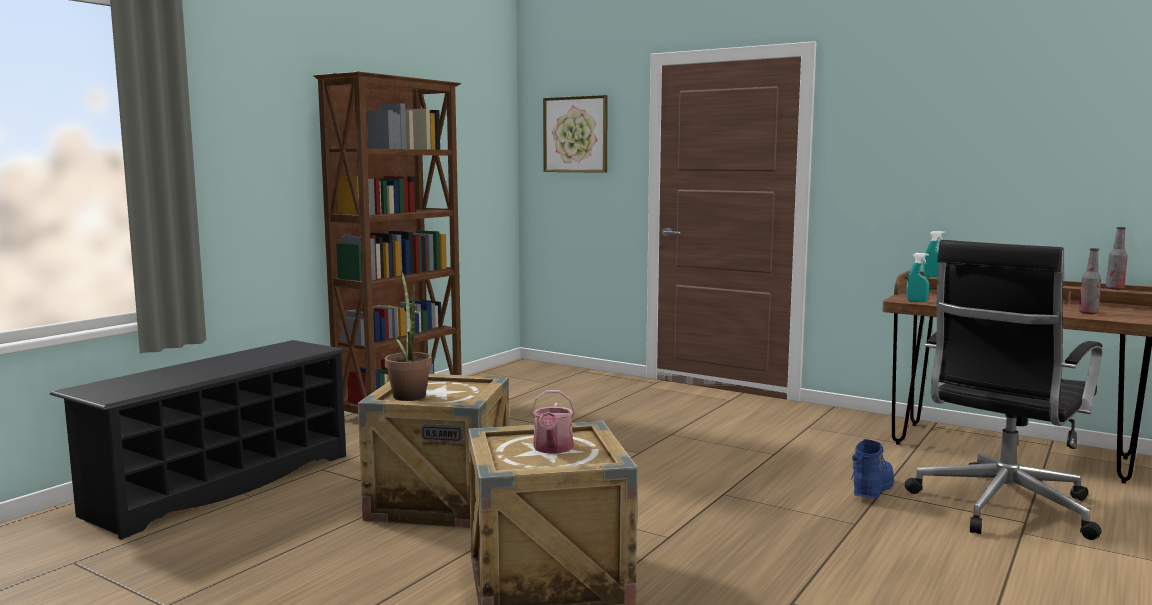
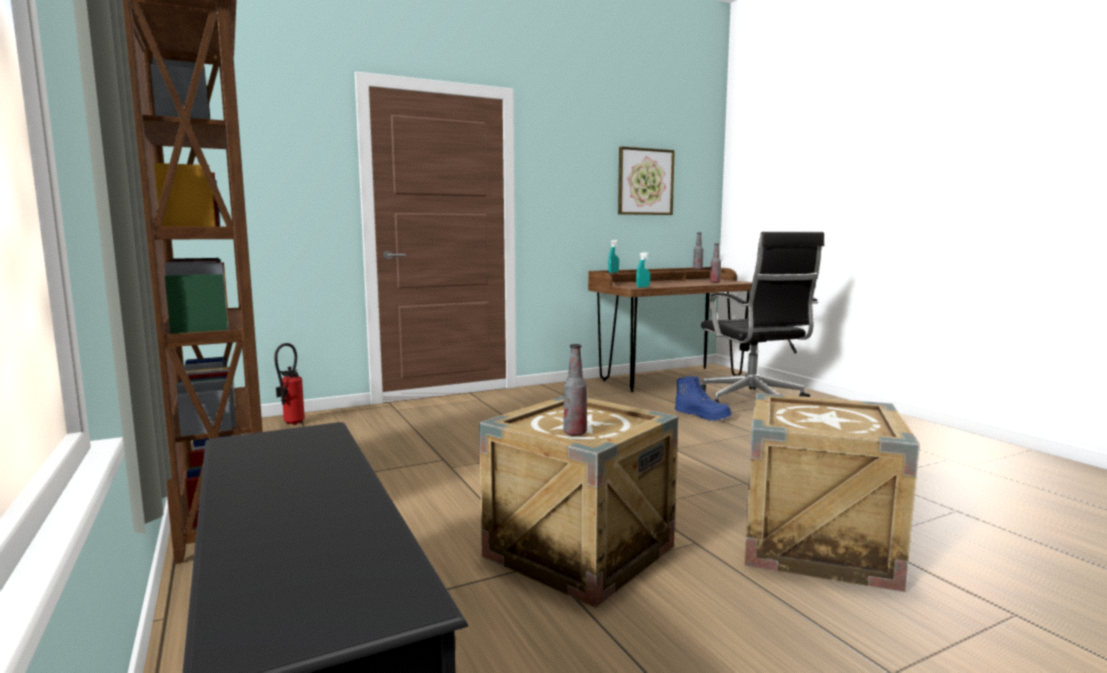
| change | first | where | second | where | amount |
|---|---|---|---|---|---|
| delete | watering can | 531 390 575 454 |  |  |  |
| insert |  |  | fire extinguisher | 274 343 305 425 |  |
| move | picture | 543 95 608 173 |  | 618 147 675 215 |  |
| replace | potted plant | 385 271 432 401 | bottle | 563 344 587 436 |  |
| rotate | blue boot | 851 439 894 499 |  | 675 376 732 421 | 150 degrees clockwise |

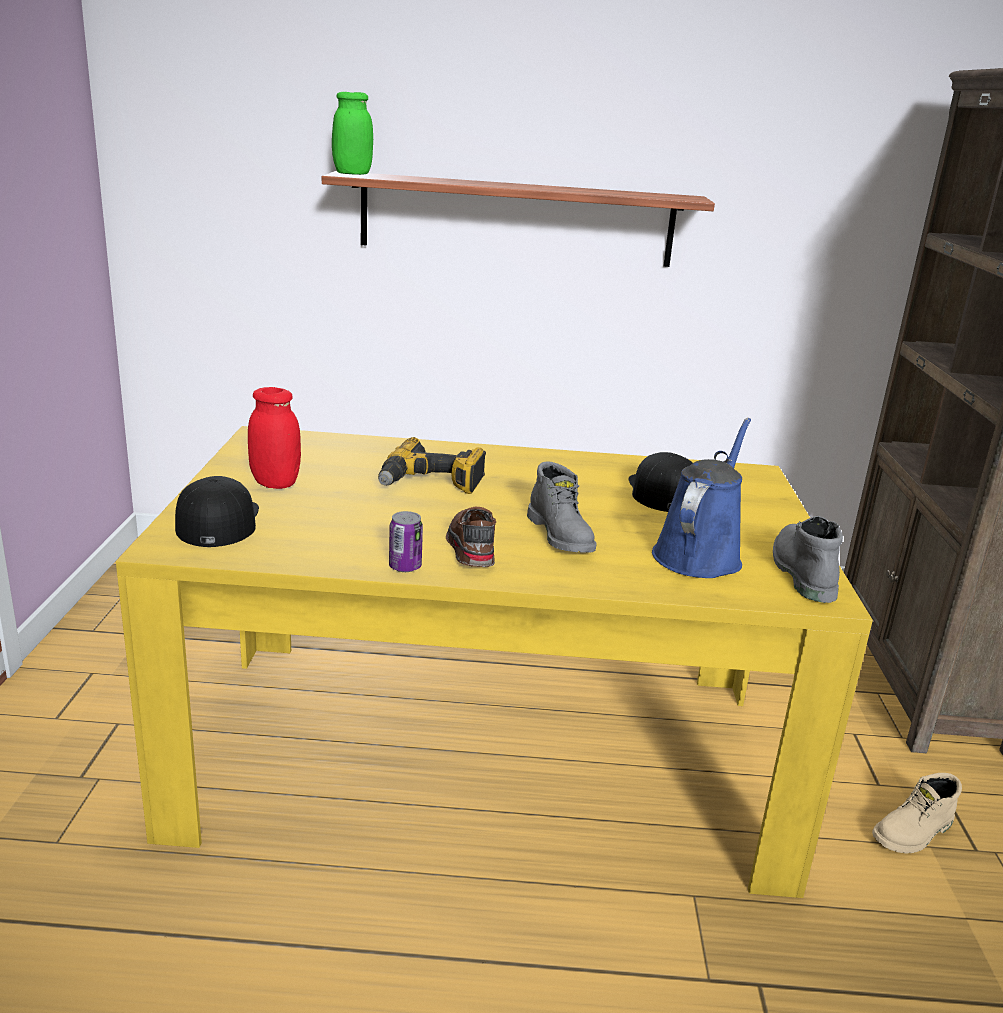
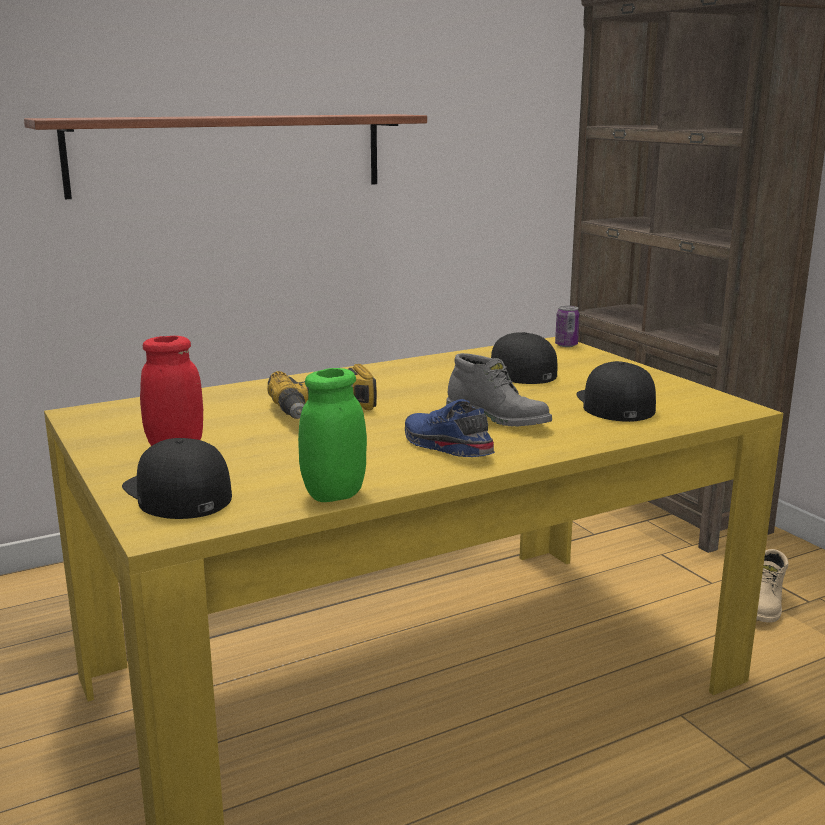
| change | first | where | second | where | amount |
|---|---|---|---|---|---|
| delete | grey boot | 773 516 843 603 |  |  |  |
| move | green jar | 332 92 373 175 |  | 298 368 367 502 |  |
| move | can | 389 511 423 572 |  | 555 306 580 347 |  |
| replace | blue watering can | 652 418 751 578 | black cap | 576 361 656 422 |  |
| recolor | brown shoe | 446 507 496 567 | blue shoe | 405 399 495 457 |  |

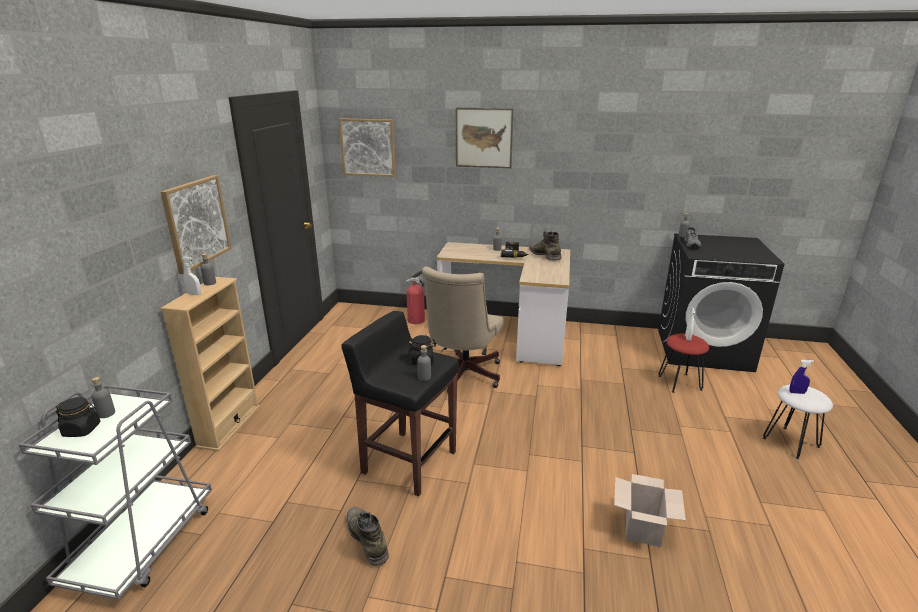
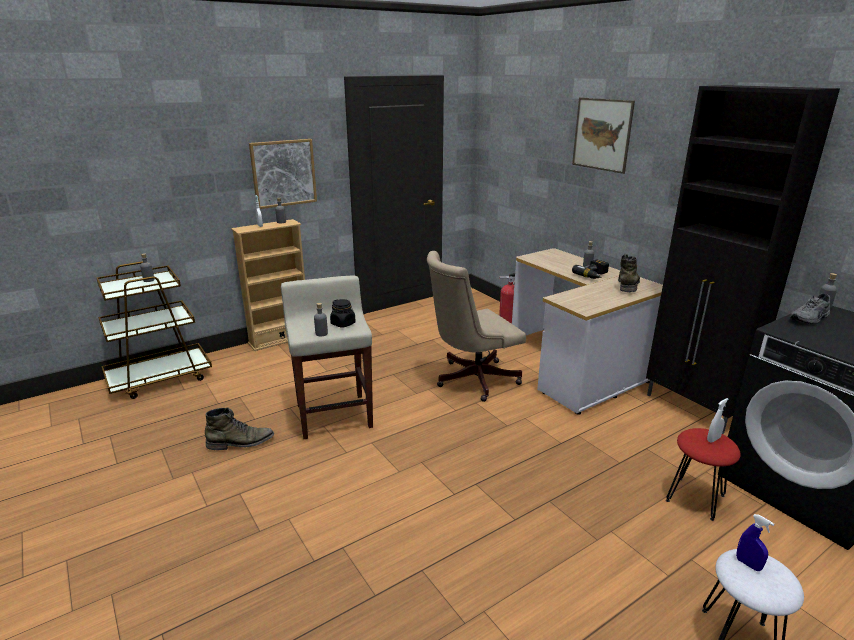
| change | first | where | second | where | amount |
|---|---|---|---|---|---|
| delete | black jar | 56 397 101 437 |  |  |  |
| delete | picture | 339 118 396 177 |  |  |  |
| delete | cardboard box | 614 474 686 547 |  |  |  |
| insert |  |  | black cabinet | 646 85 840 434 |  |
| recolor | grey cart | 18 385 212 600 | brown cart | 96 261 212 399 |  |
| recolor | black stool | 341 311 459 497 | beige stool | 281 275 373 439 |  |
| rotate | green boot | 346 507 389 566 |  | 205 407 274 450 | 60 degrees clockwise |

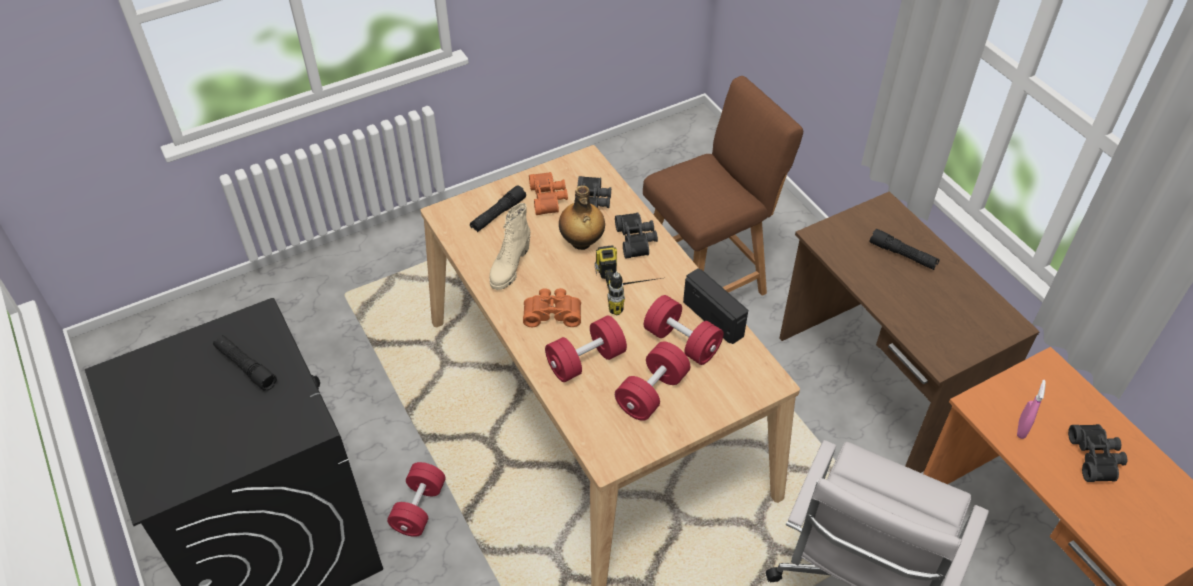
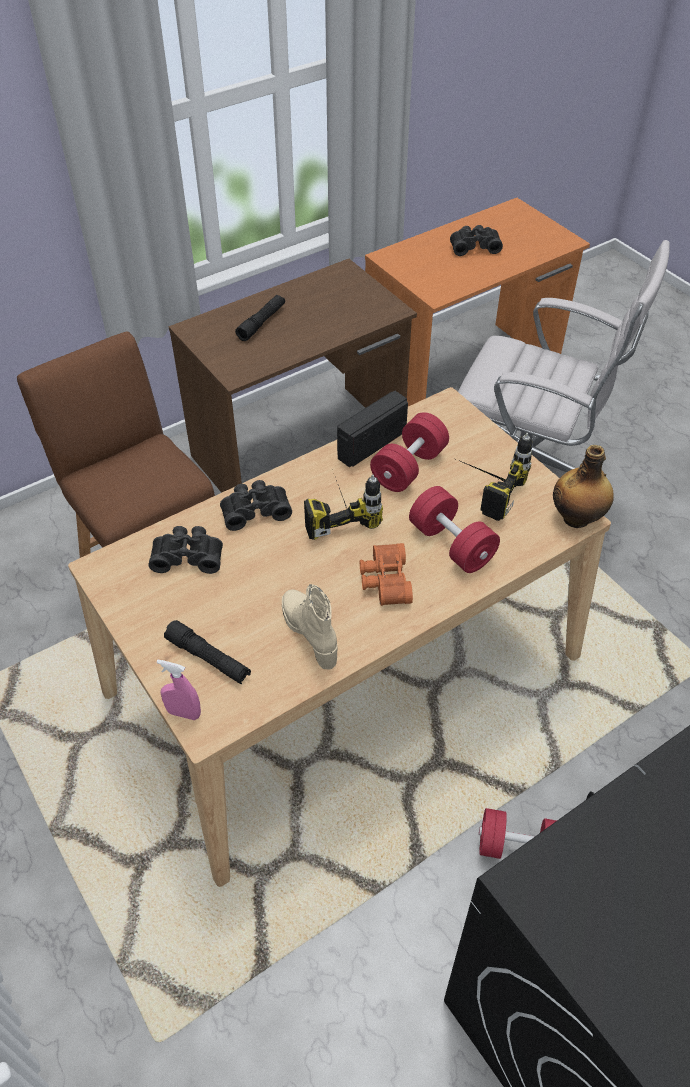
| change | first | where | second | where | amount |
|---|---|---|---|---|---|
| delete | black flashlight | 213 335 277 391 |  |  |  |
| delete | orange binoculars | 529 172 568 215 |  |  |  |
| move | bottle | 559 185 605 250 |  | 553 445 614 528 |  |
| move | pink spray bottle | 1017 380 1046 439 |  | 157 660 201 720 |  |
| replace | red dumbbell | 615 342 690 421 | power drill | 456 433 532 521 |  |
| rotate | beige boot | 489 203 530 290 |  | 282 584 337 670 | 135 degrees counterclockwise |

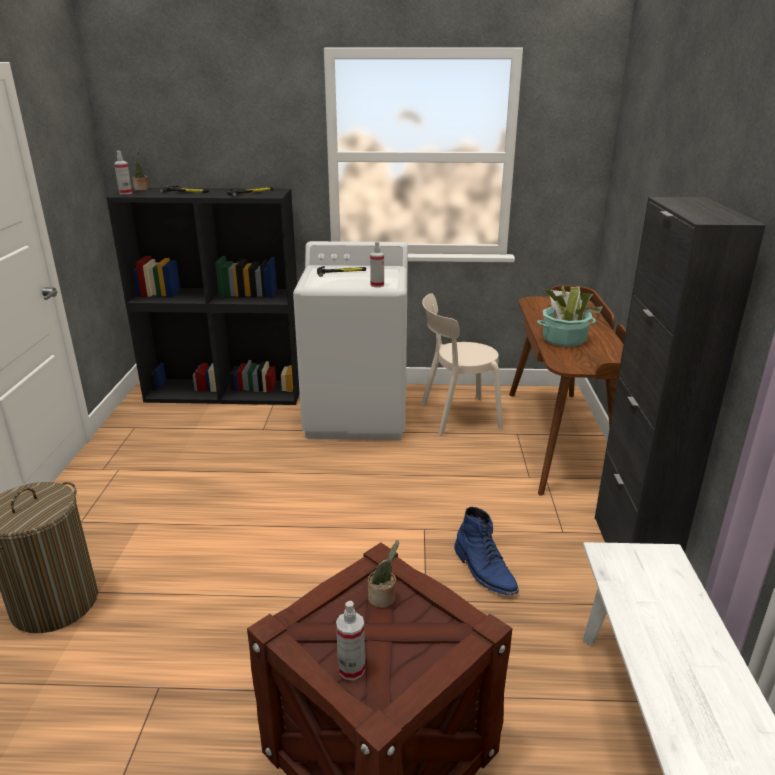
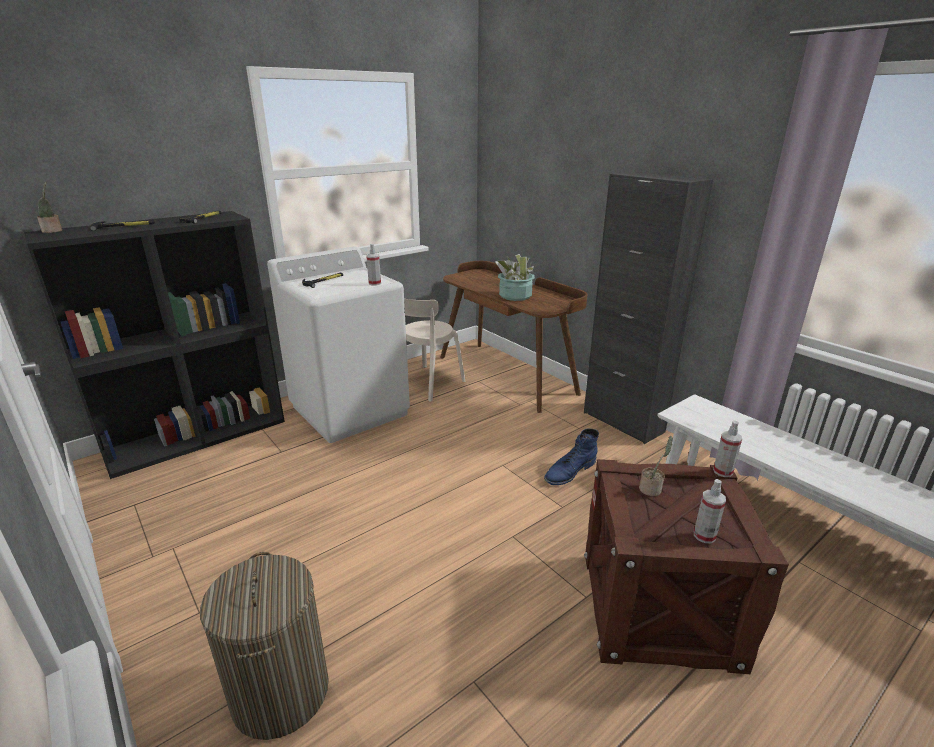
| change | first | where | second | where | amount |
|---|---|---|---|---|---|
| move | spray bottle | 114 151 132 195 |  | 713 421 742 477 |  |
| rotate | blue boot | 454 507 519 595 |  | 544 429 599 485 | 120 degrees clockwise |

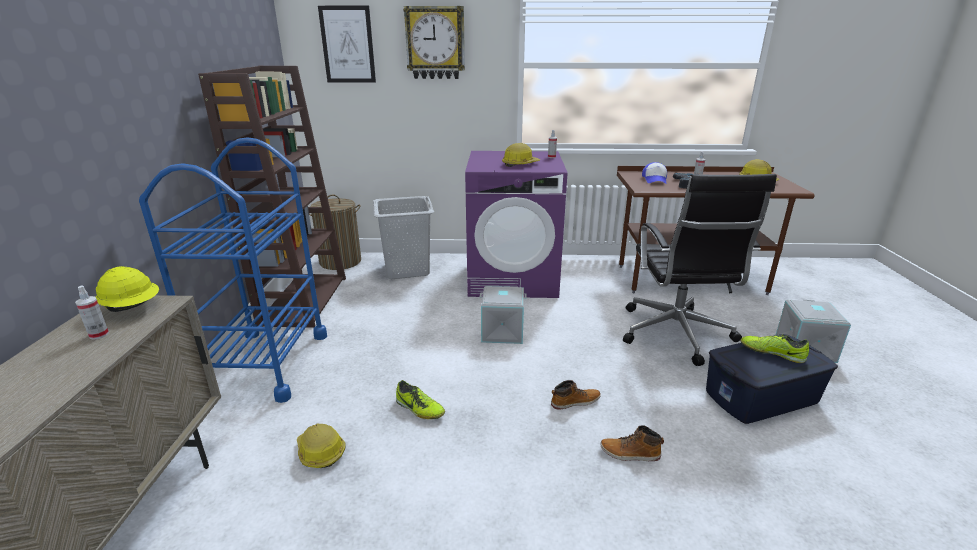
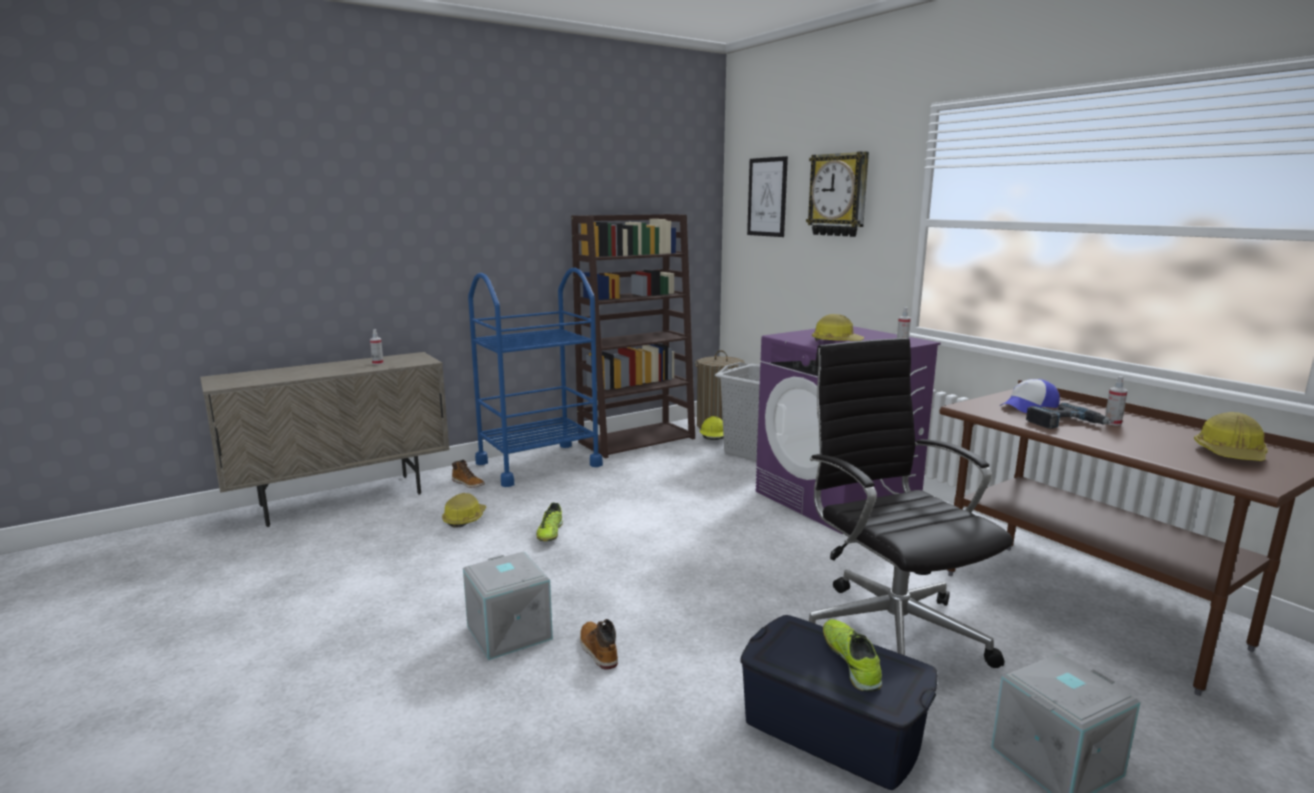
| change | first | where | second | where | amount |
|---|---|---|---|---|---|
| move | yellow hard hat | 96 266 159 312 |  | 700 416 724 440 |  |
| move | grey storage box | 479 286 527 344 |  | 463 552 553 660 |  |
| move | boot | 551 380 601 410 |  | 452 460 485 488 |  |
| rotate | black office chair | 623 174 777 366 |  | 809 338 1013 668 | 105 degrees clockwise |

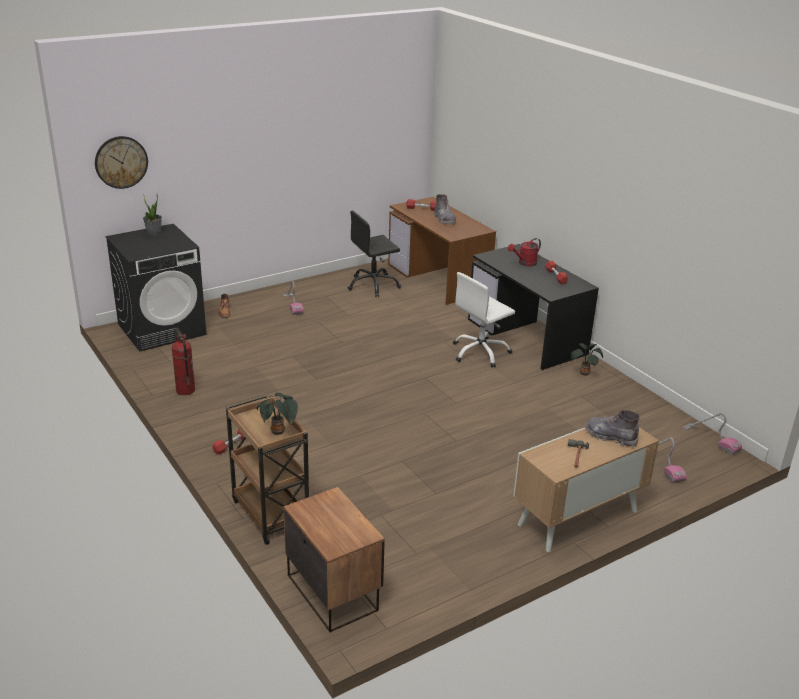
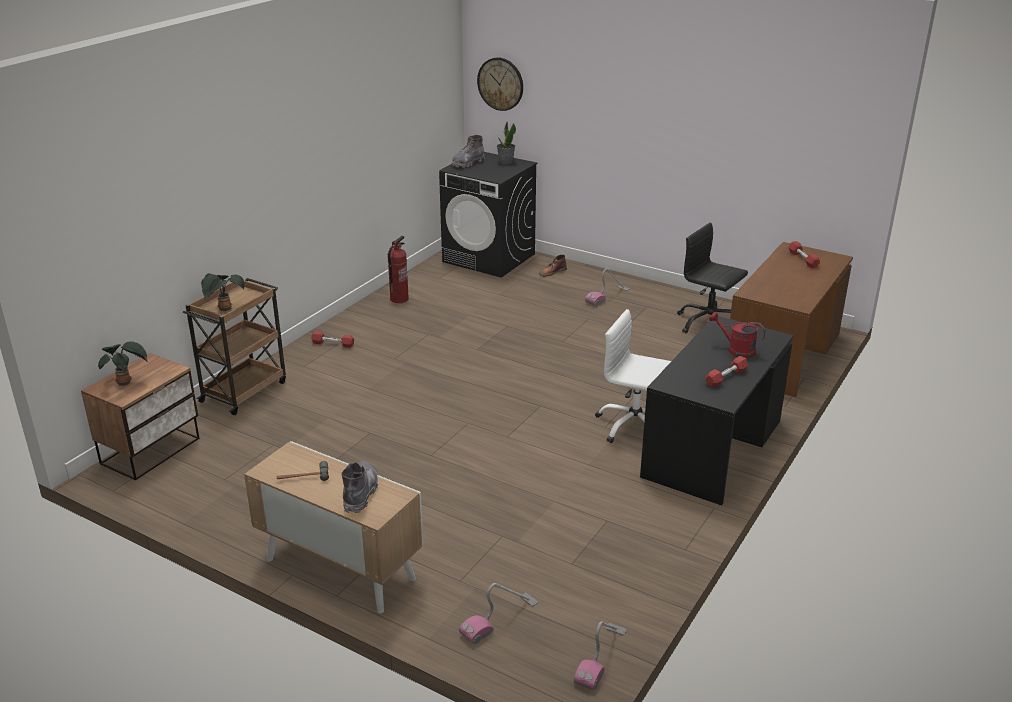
| change | first | where | second | where | amount |
|---|---|---|---|---|---|
| move | grey boot | 434 194 456 225 |  | 452 135 485 168 |  |
| move | potted plant | 571 343 603 376 |  | 98 341 148 386 |  |

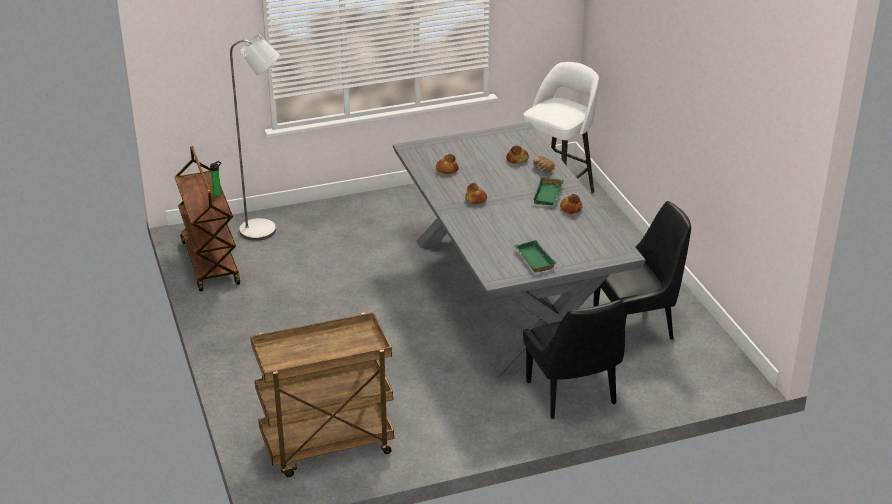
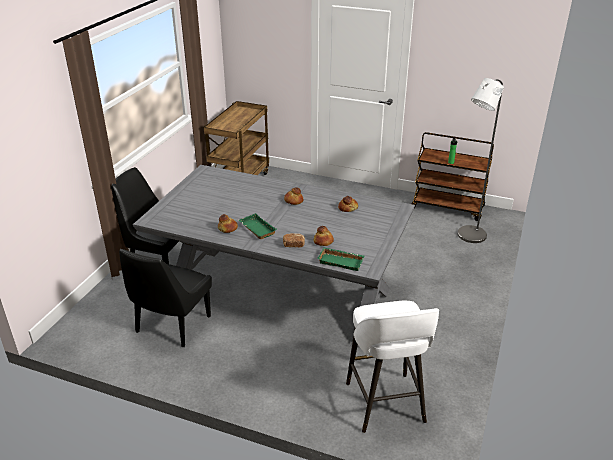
| change | first | where | second | where | amount |
|---|---|---|---|---|---|
| move | green tray | 514 240 556 272 |  | 317 247 365 271 |  |

